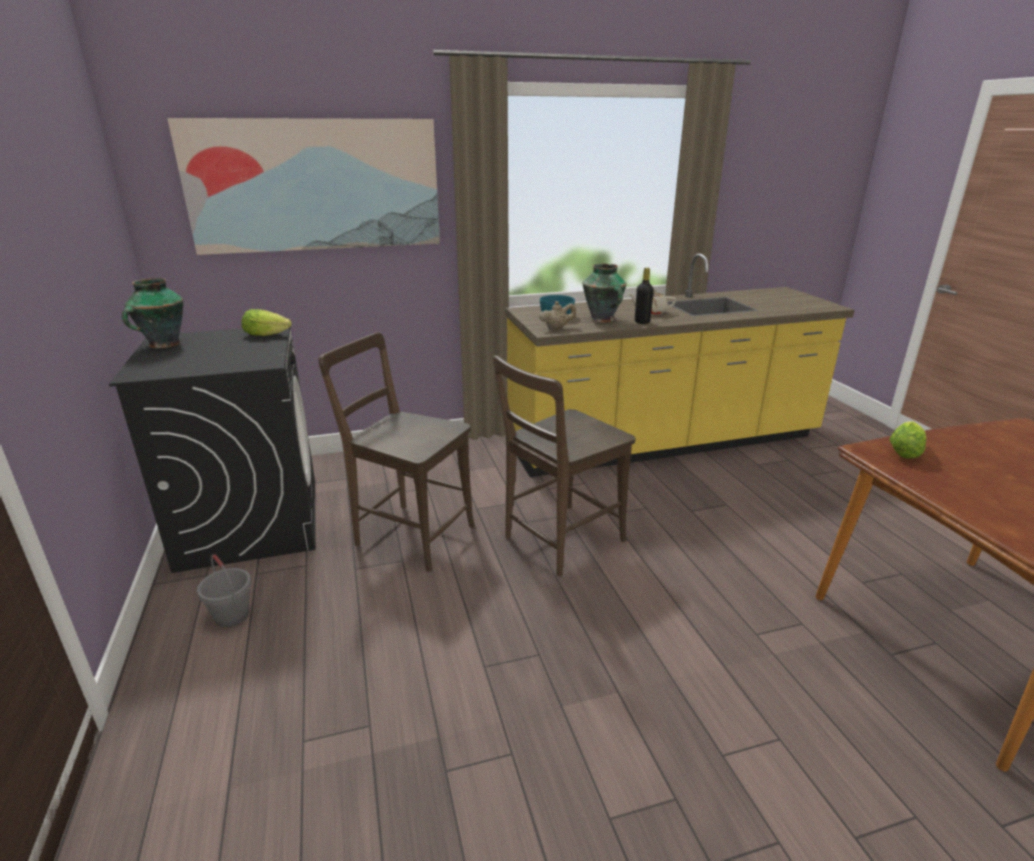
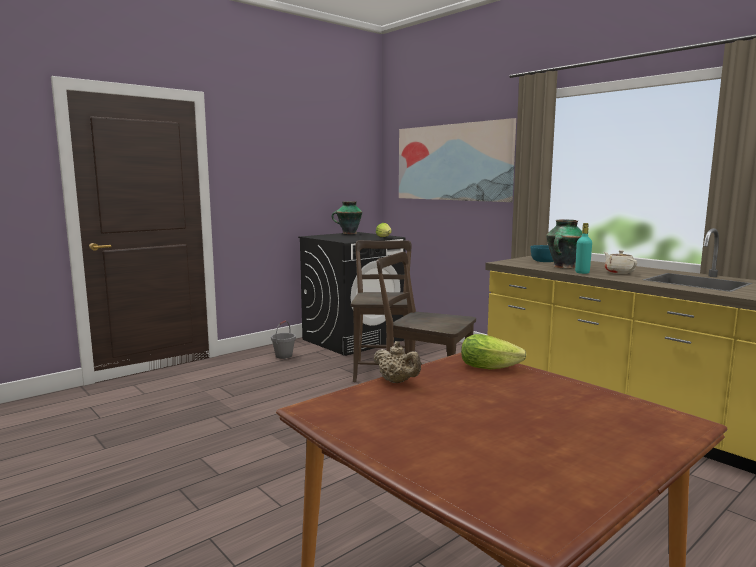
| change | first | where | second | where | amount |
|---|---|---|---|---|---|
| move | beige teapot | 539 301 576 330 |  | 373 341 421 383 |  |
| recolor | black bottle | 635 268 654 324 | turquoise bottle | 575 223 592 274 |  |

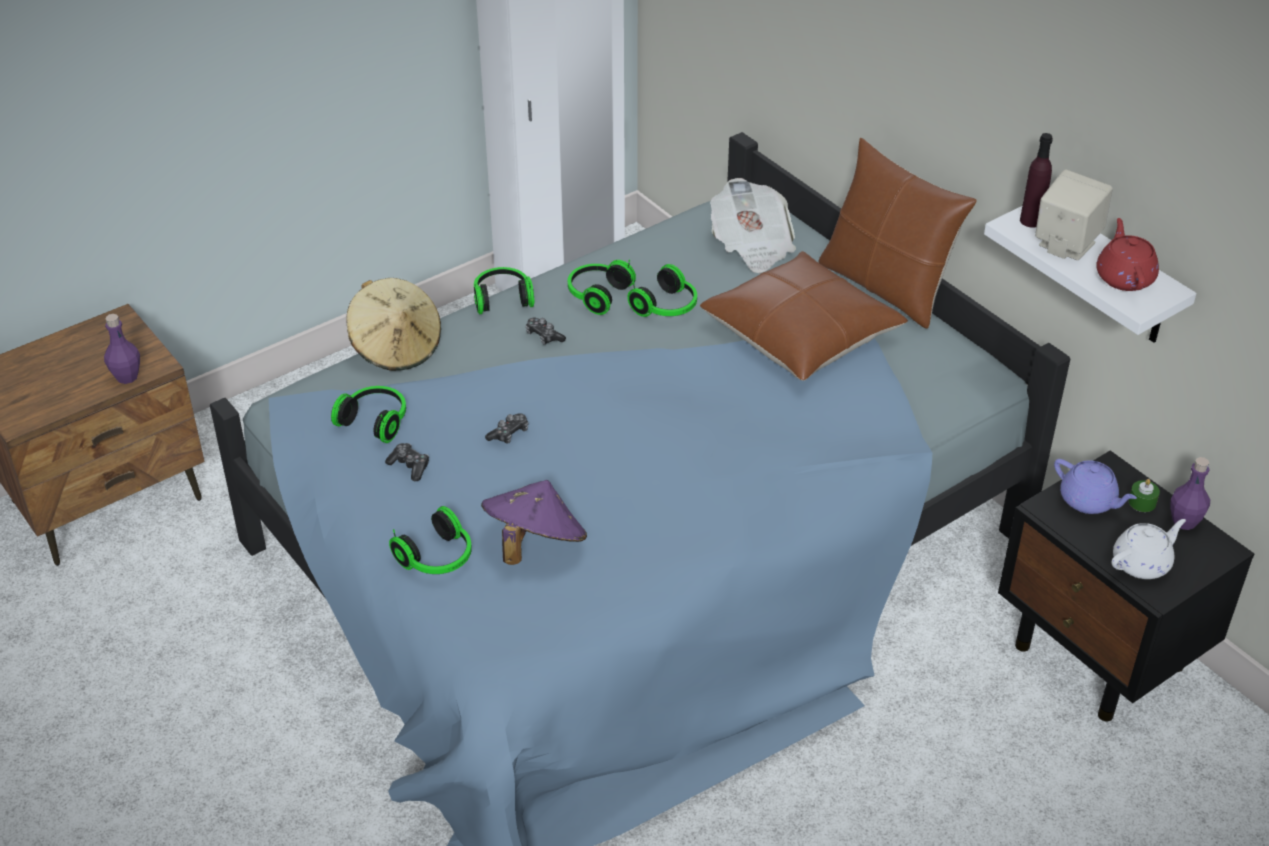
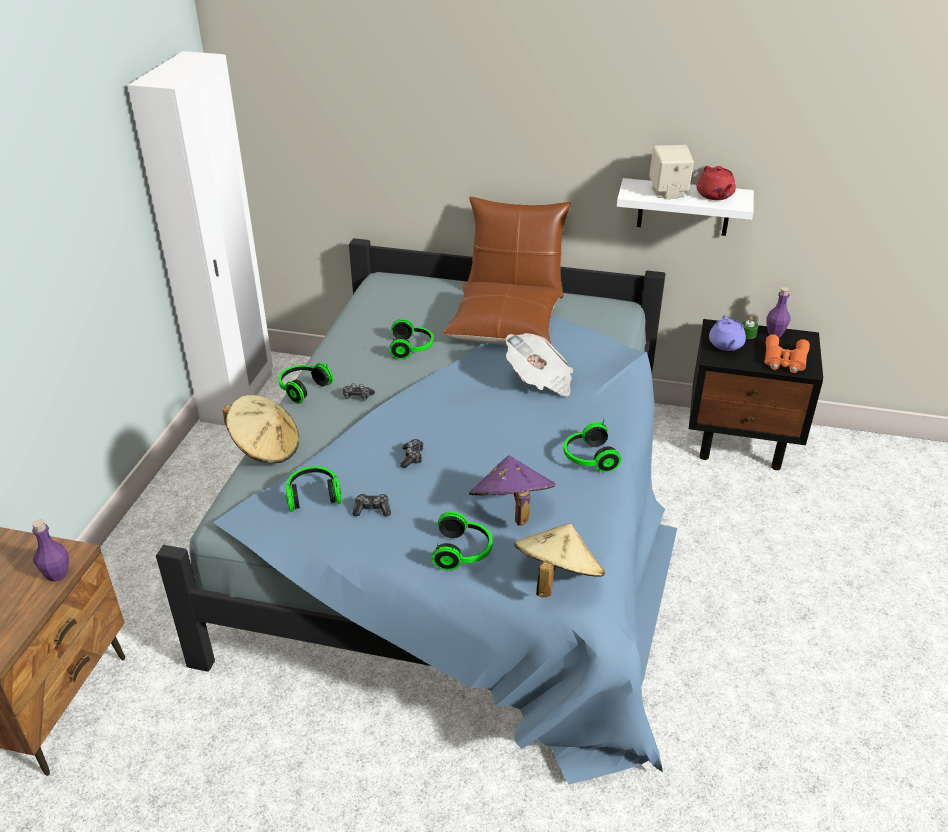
| change | first | where | second | where | amount |
|---|---|---|---|---|---|
| delete | purple bottle | 1020 133 1053 228 |  |  |  |
| insert |  |  | beige hat | 514 523 605 597 |  |
| move | headphones | 568 259 636 315 |  | 563 419 621 472 |  |
| move | newspaper | 710 178 796 273 |  | 506 333 573 396 |  |
| replace | white teapot | 1111 519 1186 579 | orange binoculars | 764 334 810 373 |  |
| rotate | purple teapot | 1054 459 1137 514 |  | 709 315 746 351 | 90 degrees clockwise |
| rotate | red teapot | 1096 218 1159 291 |  | 696 166 736 200 | 150 degrees counterclockwise |

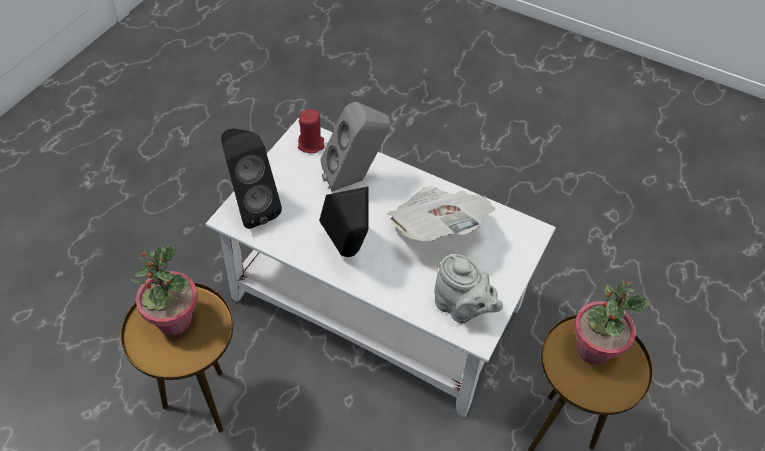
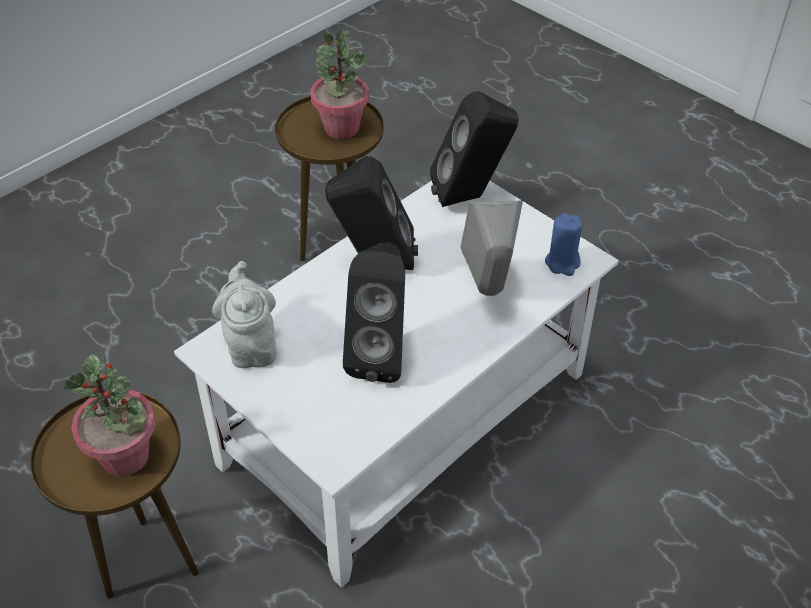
| change | first | where | second | where | amount |
|---|---|---|---|---|---|
| replace | newspaper | 387 186 495 241 | black speaker | 343 242 405 383 |  |
| recolor | red candle | 298 109 325 154 | blue candle | 545 213 583 276 |  |
| rotate | grey teapot | 434 254 503 324 |  | 212 261 277 368 | 105 degrees clockwise |

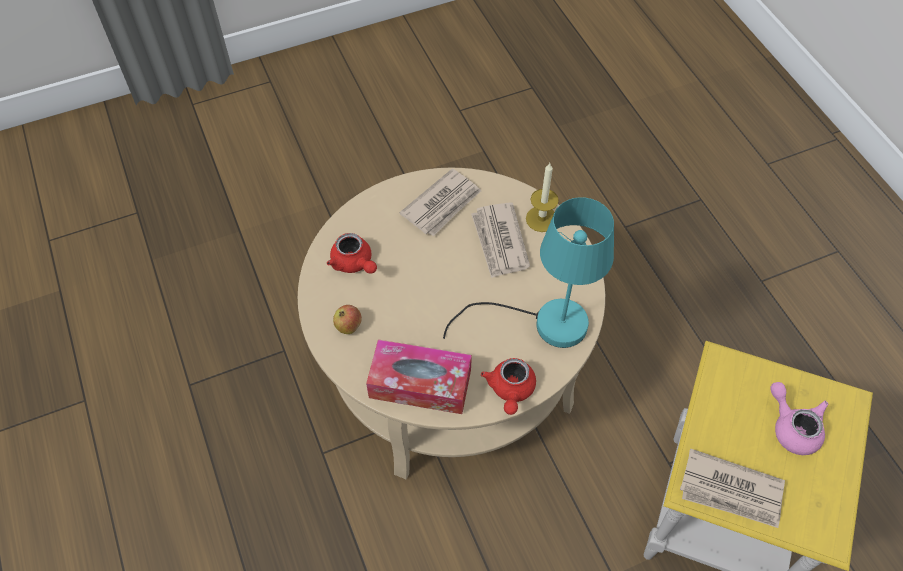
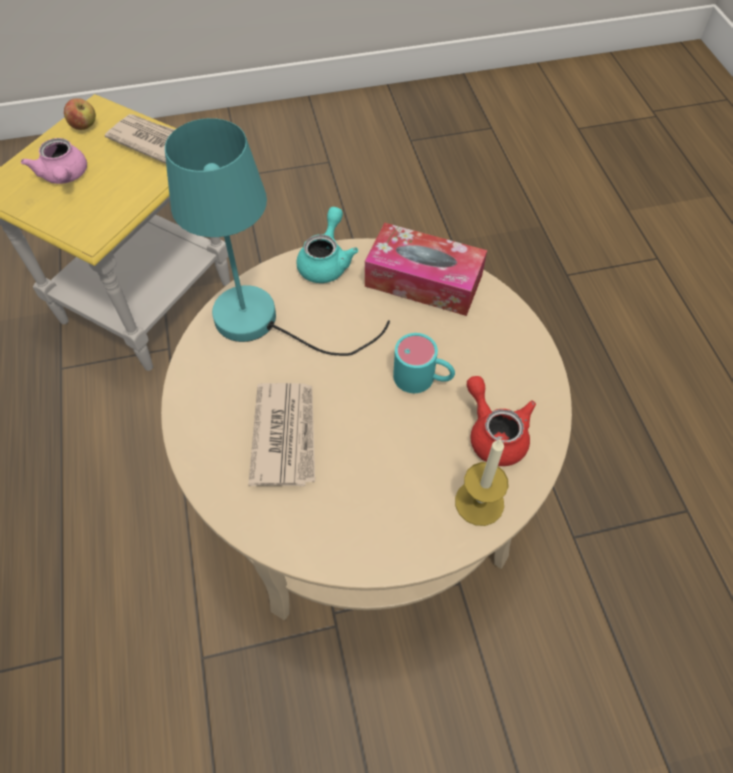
| change | first | where | second | where | amount |
|---|---|---|---|---|---|
| delete | newspaper | 399 169 481 236 |  |  |  |
| insert |  |  | turquoise mug | 393 333 455 393 |  |
| move | apple | 333 305 362 334 |  | 64 98 96 130 |  |
| move | candle | 526 163 559 232 |  | 455 439 509 526 |  |
| recolor | red teapot | 481 358 536 415 | turquoise teapot | 297 207 358 283 |  |

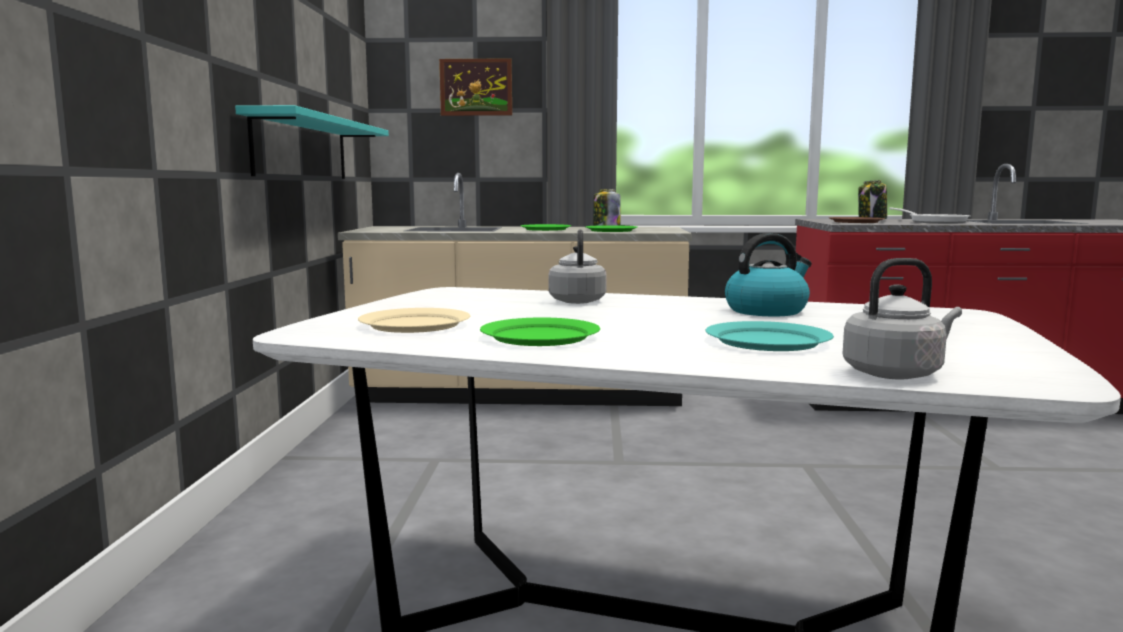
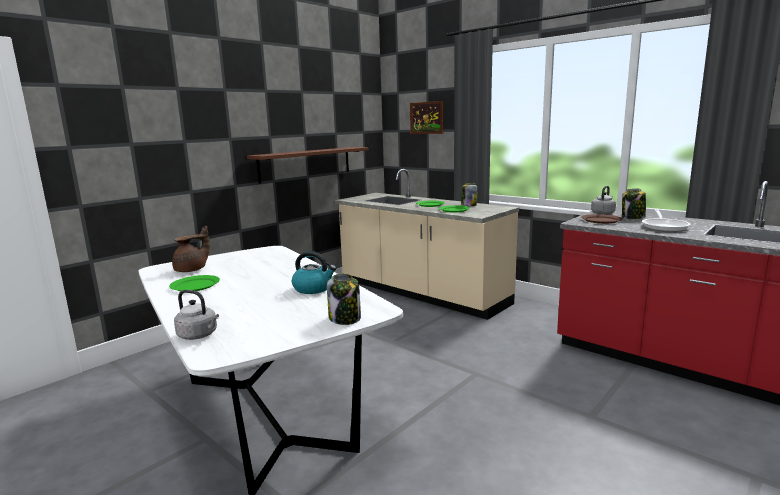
| change | first | where | second | where | amount |
|---|---|---|---|---|---|
| delete | turquoise plate | 706 321 834 351 |  |  |  |
| insert |  |  | jar | 327 273 361 325 |  |
| move | grey kettle | 548 229 607 304 |  | 591 186 616 215 |  |
| replace | beige plate | 358 308 470 333 | brown teapot | 172 226 210 272 |  |
| recolor | turquoise shelf | 235 105 389 179 | brown shelf | 247 147 369 183 |  |

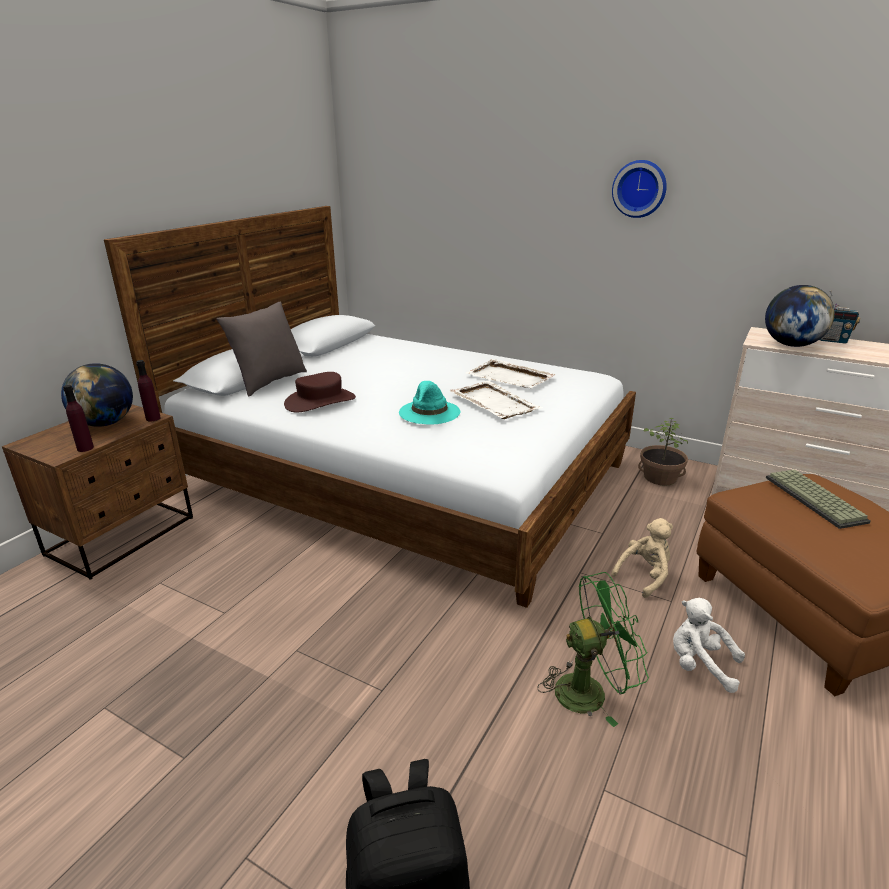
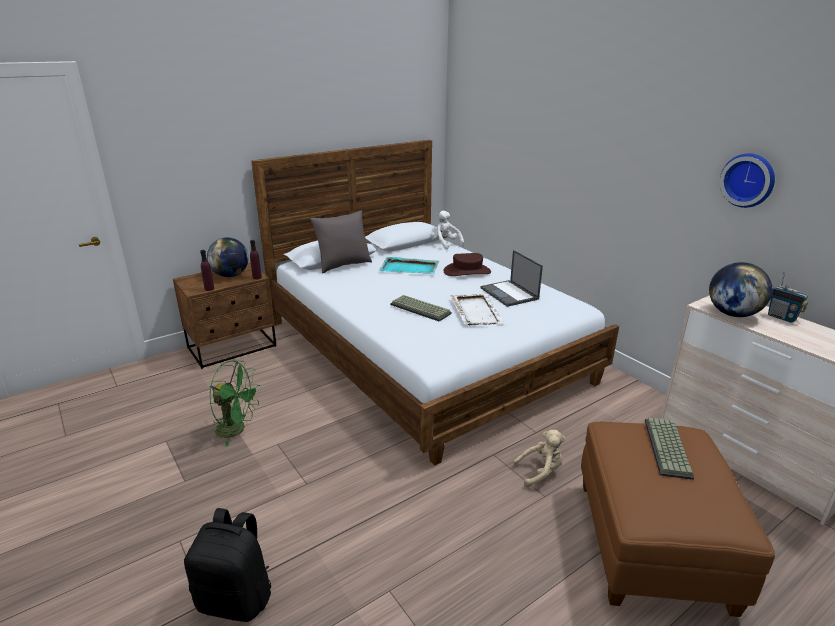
| change | first | where | second | where | amount |
|---|---|---|---|---|---|
| delete | potted plant | 638 418 688 486 |  |  |  |
| insert |  |  | turquoise tray | 379 257 439 274 |  |
| move | brown hat | 284 372 356 412 |  | 444 253 491 276 |  |
| move | green fan | 537 572 649 727 |  | 210 360 260 446 |  |
| move | wall clock | 612 160 667 218 |  | 720 153 775 208 |  |
| move | white plush toy | 673 598 745 693 |  | 430 210 464 250 |  |
| replace | turquoise hat | 399 381 460 425 | keyboard | 390 295 452 322 |  |
| replace | white tray | 466 359 556 388 | laptop | 480 250 543 307 |  |

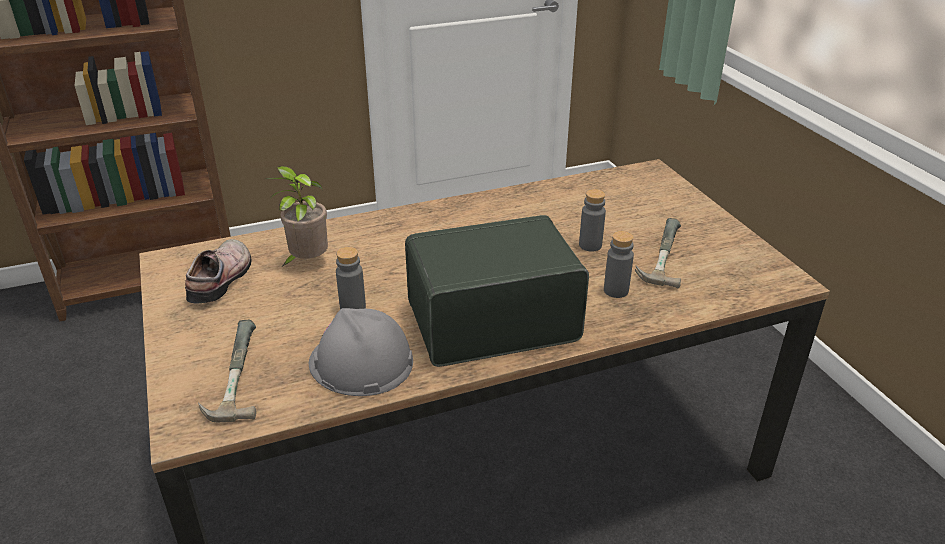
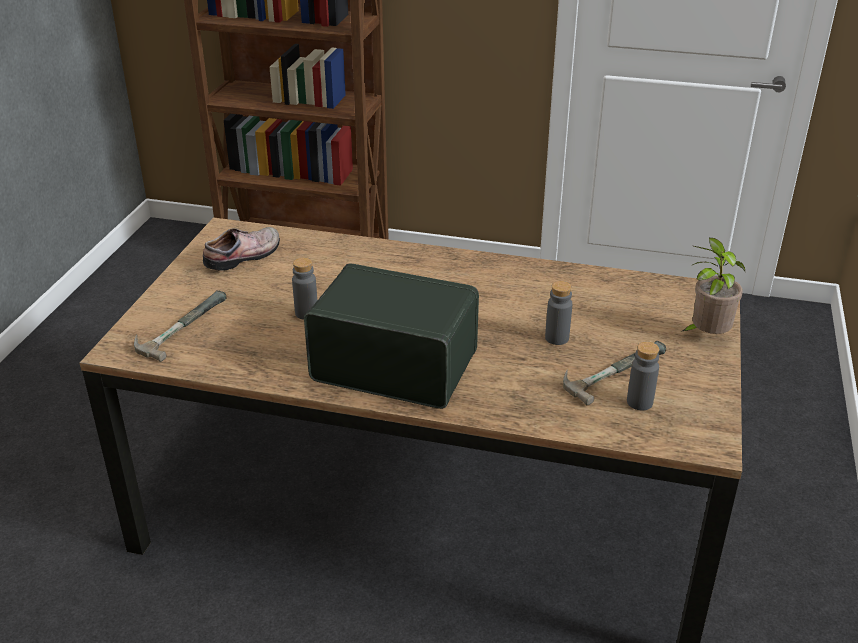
| change | first | where | second | where | amount |
|---|---|---|---|---|---|
| delete | grey hard hat | 309 308 413 396 |  |  |  |
| move | potted plant | 266 166 328 266 |  | 681 238 745 334 |  |
| move | grey bottle | 604 231 634 298 |  | 627 342 659 410 |  |

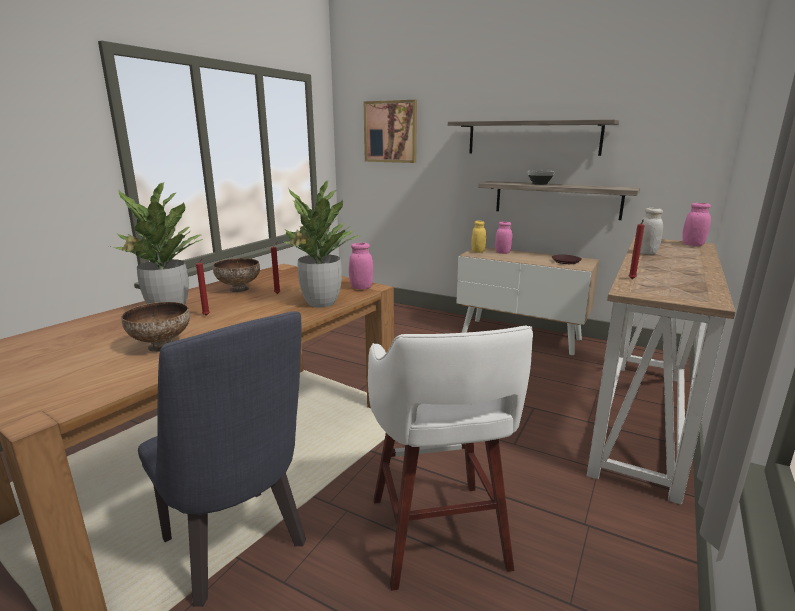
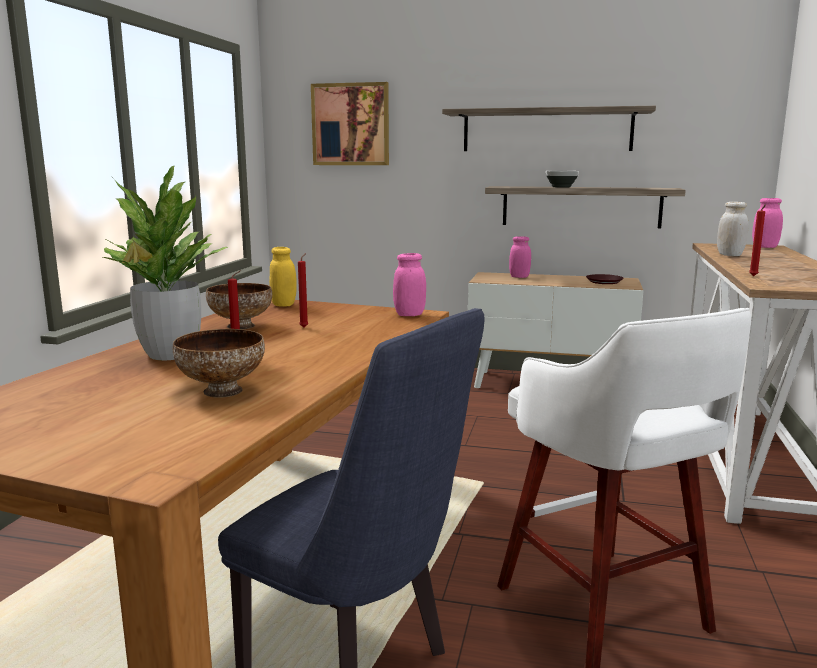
| change | first | where | second | where | amount |
|---|---|---|---|---|---|
| delete | potted plant | 277 180 360 308 |  |  |  |
| move | yellow jar | 471 221 486 253 |  | 269 247 297 307 |  |

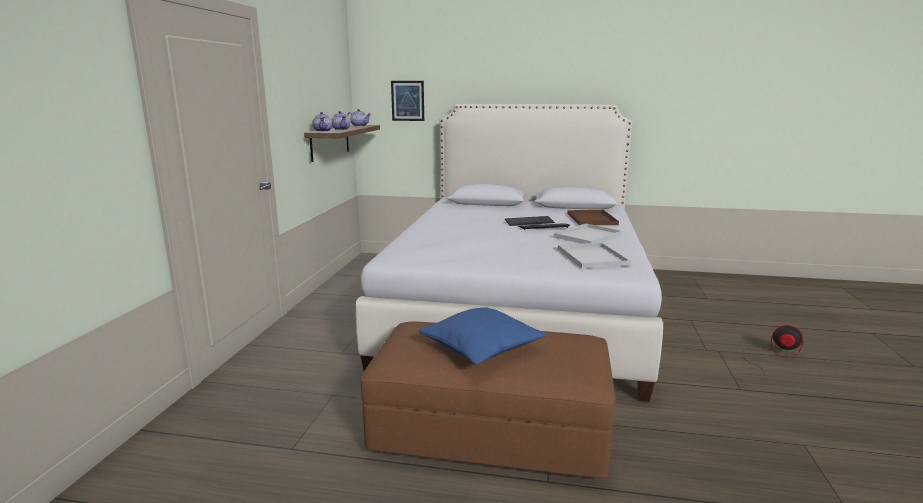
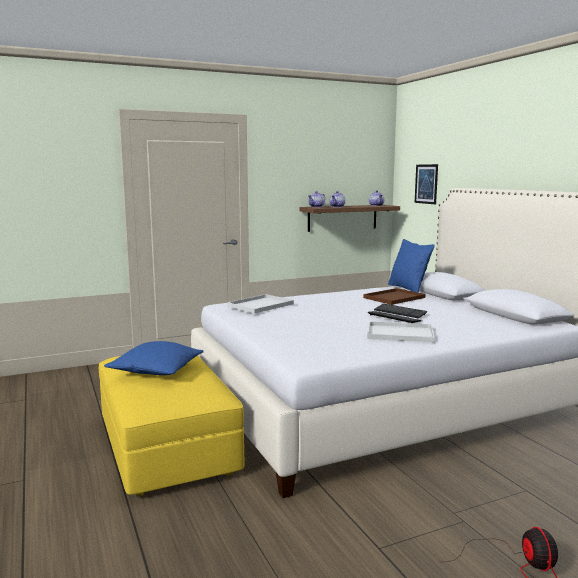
| change | first | where | second | where | amount |
|---|---|---|---|---|---|
| insert |  |  | blue pillow | 388 239 435 293 |  |
| move | white tray | 558 243 631 269 |  | 227 294 294 314 |  |
| move | brown tray | 567 210 619 225 |  | 363 288 426 305 |  |
| recolor | brown ottoman | 361 321 616 479 | yellow ottoman | 99 355 245 496 |  |

